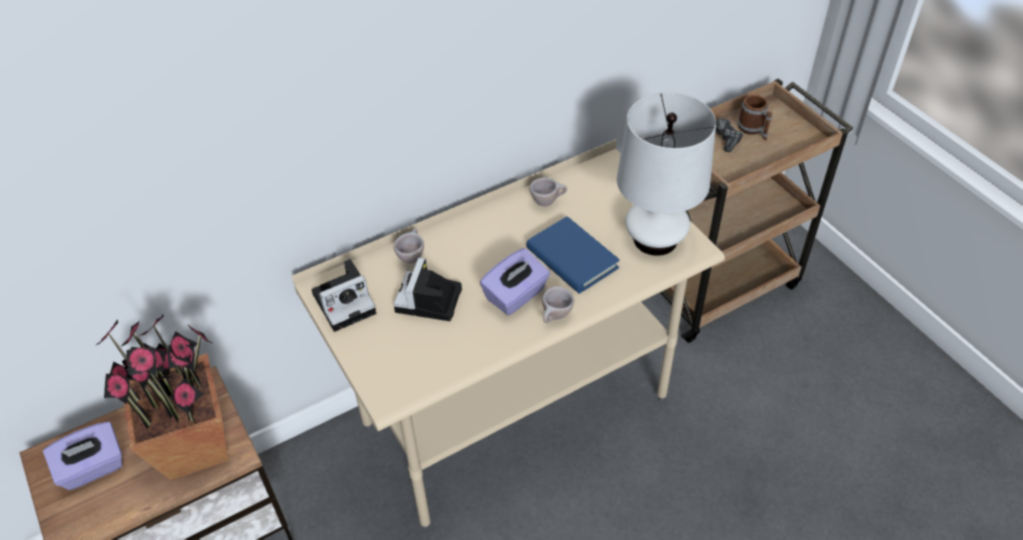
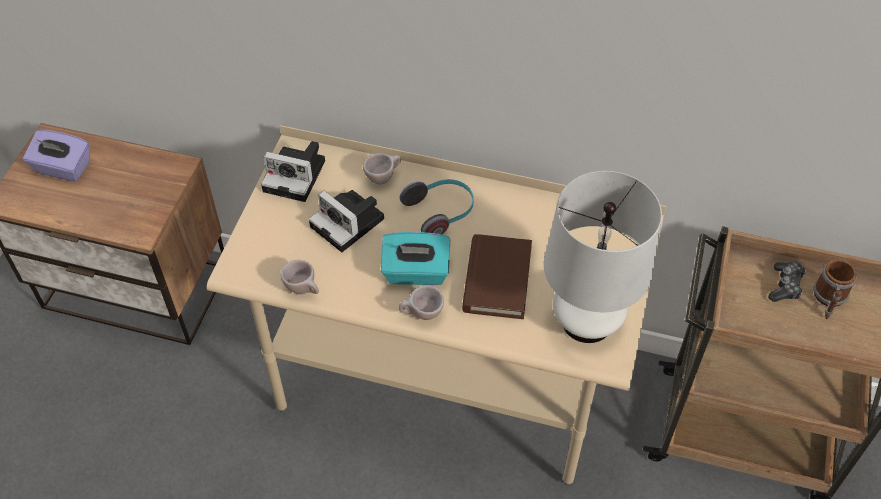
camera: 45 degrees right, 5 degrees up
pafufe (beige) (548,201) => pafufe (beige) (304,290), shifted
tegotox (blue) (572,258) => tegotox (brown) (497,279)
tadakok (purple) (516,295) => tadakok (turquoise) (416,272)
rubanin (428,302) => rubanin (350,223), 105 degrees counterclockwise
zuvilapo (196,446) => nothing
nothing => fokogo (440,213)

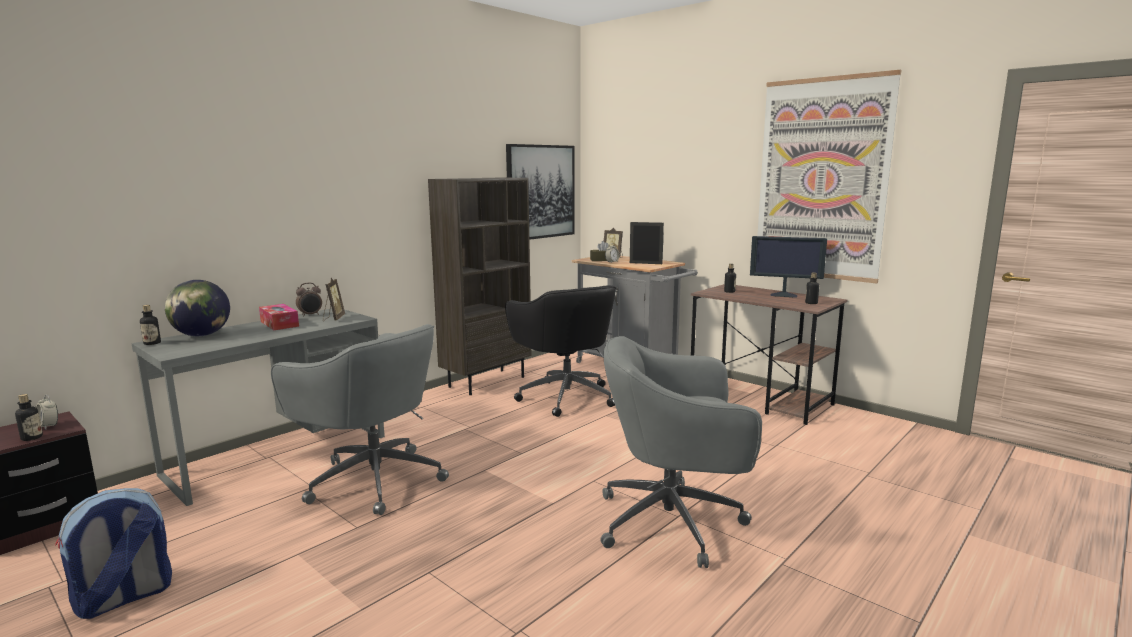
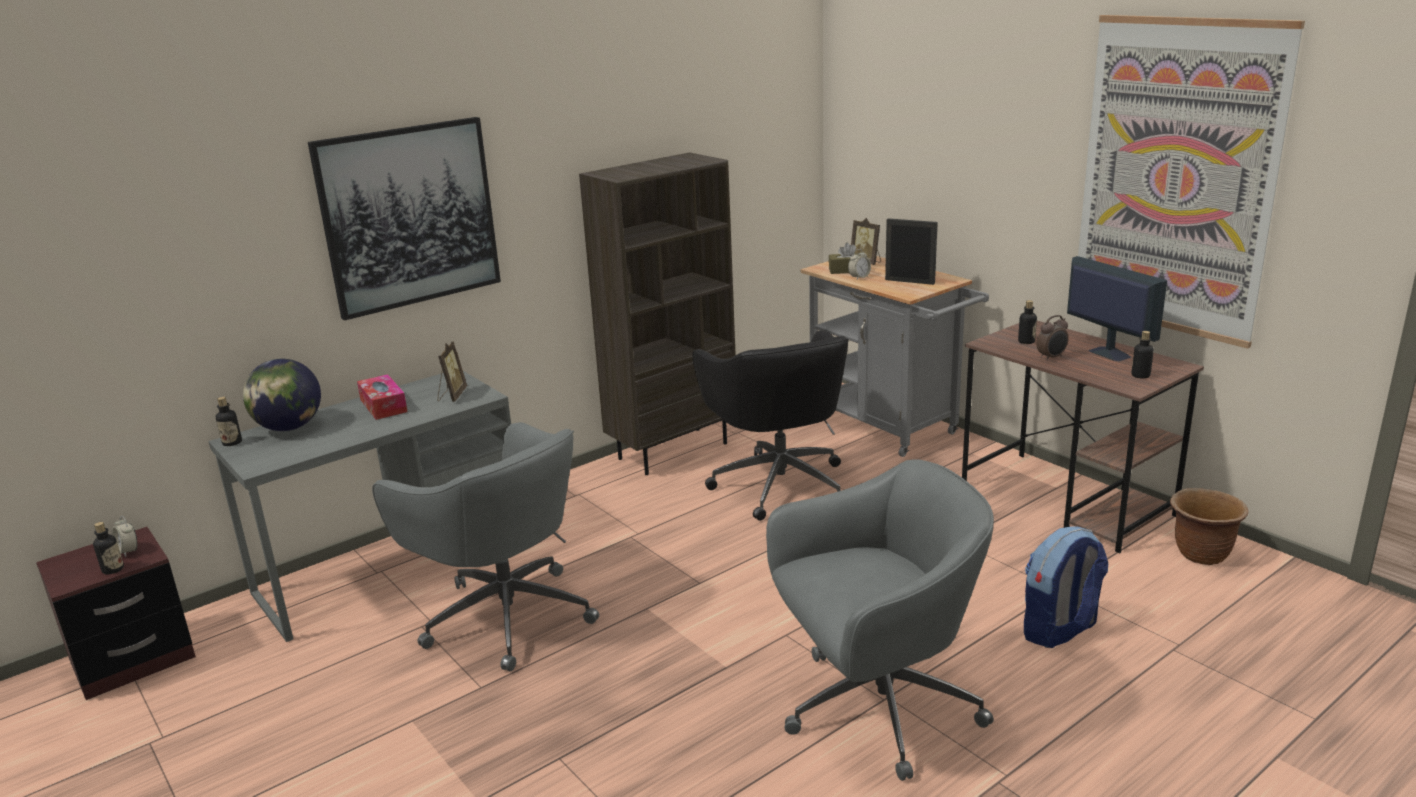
camera: 10 degrees right, 10 degrees up
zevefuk (540,192) => zevefuk (409,216), shifted
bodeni (784,295) => bodeni (1108,353), 150 degrees counterclockwise
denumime (310,315) => denumime (1051,357), shifted
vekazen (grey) (674,522) => vekazen (grey) (876,708), 150 degrees clockwise
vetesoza (124,598) => vetesoza (1059,631), shifted
nothing => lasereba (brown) (1201,554)

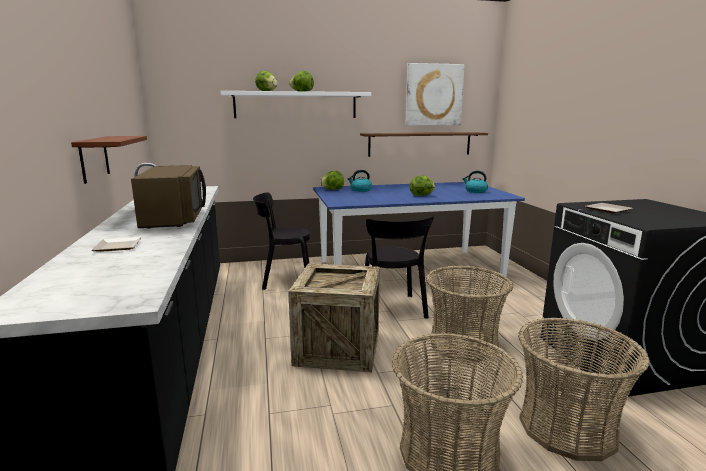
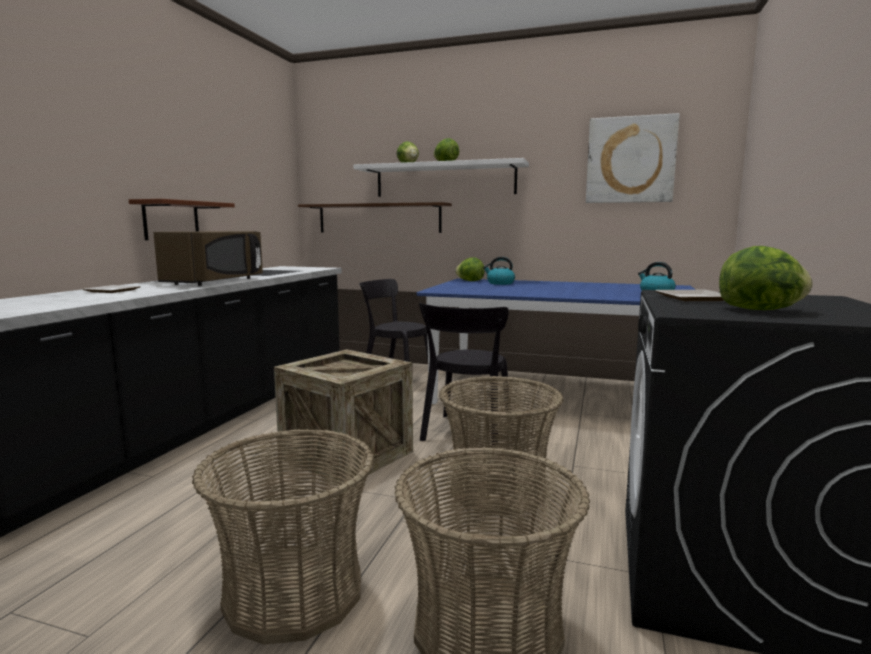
camera: 30 degrees right, 5 degrees down
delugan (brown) (420,144) => delugan (brown) (379,218), shifted
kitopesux (422,195) => kitopesux (760,310), shifted

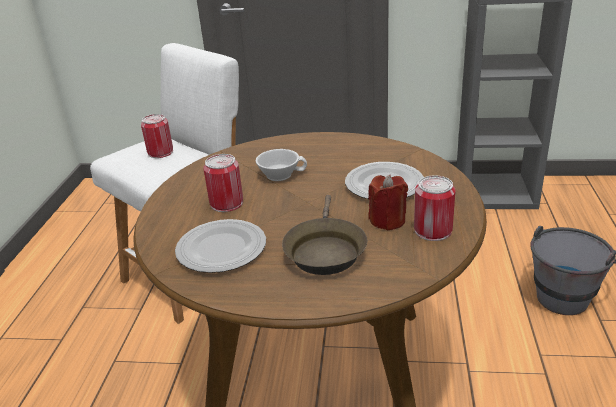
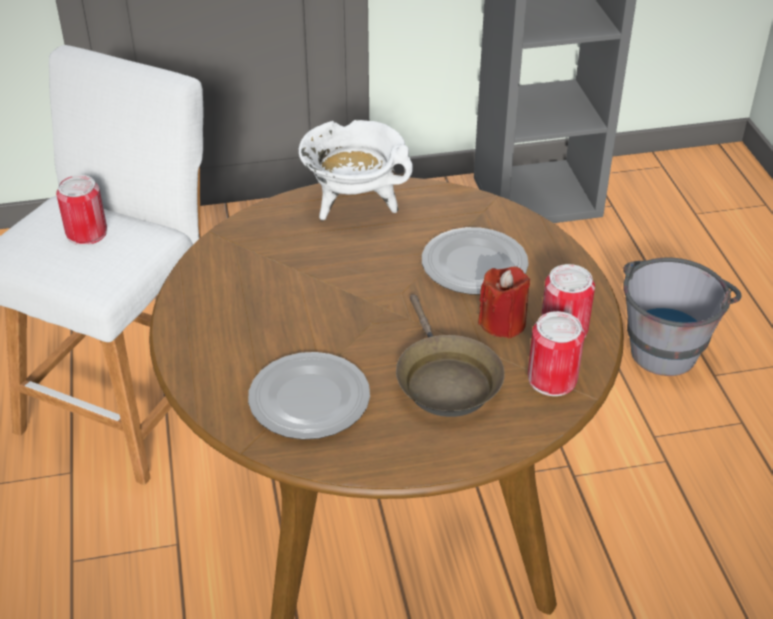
camera: 20 degrees left, 10 degrees up
pafufe (white) (280,174) => nothing
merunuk (226,203) => merunuk (552,379), shifted
nothing => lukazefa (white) (354,205)

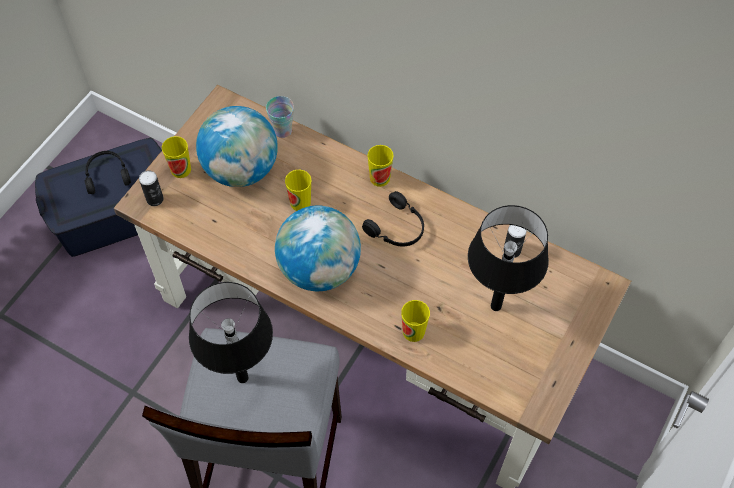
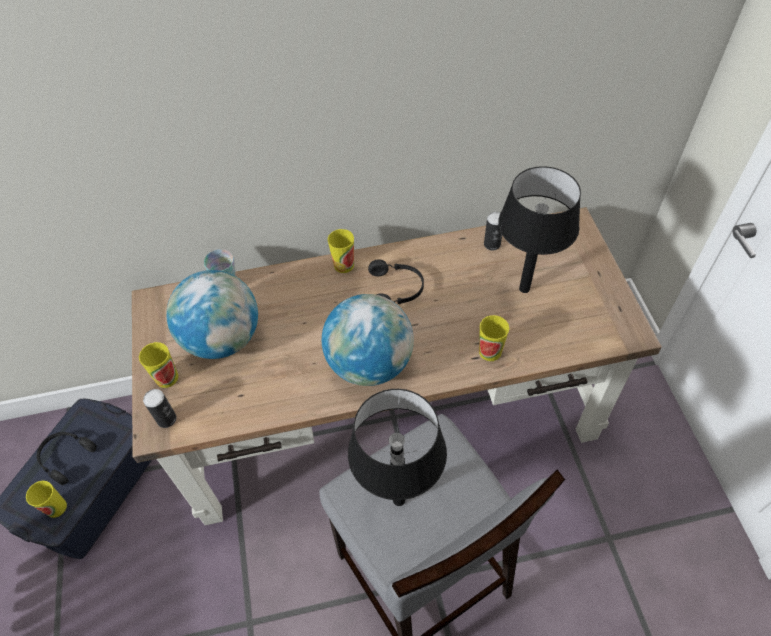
camera: 40 degrees left, 5 degrees down
pafufe (300,202) => pafufe (56,507), shifted

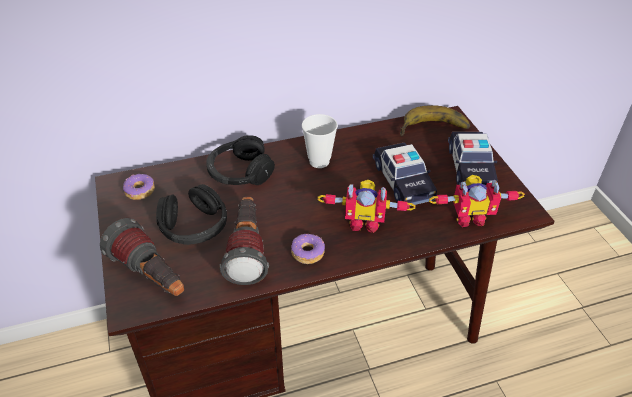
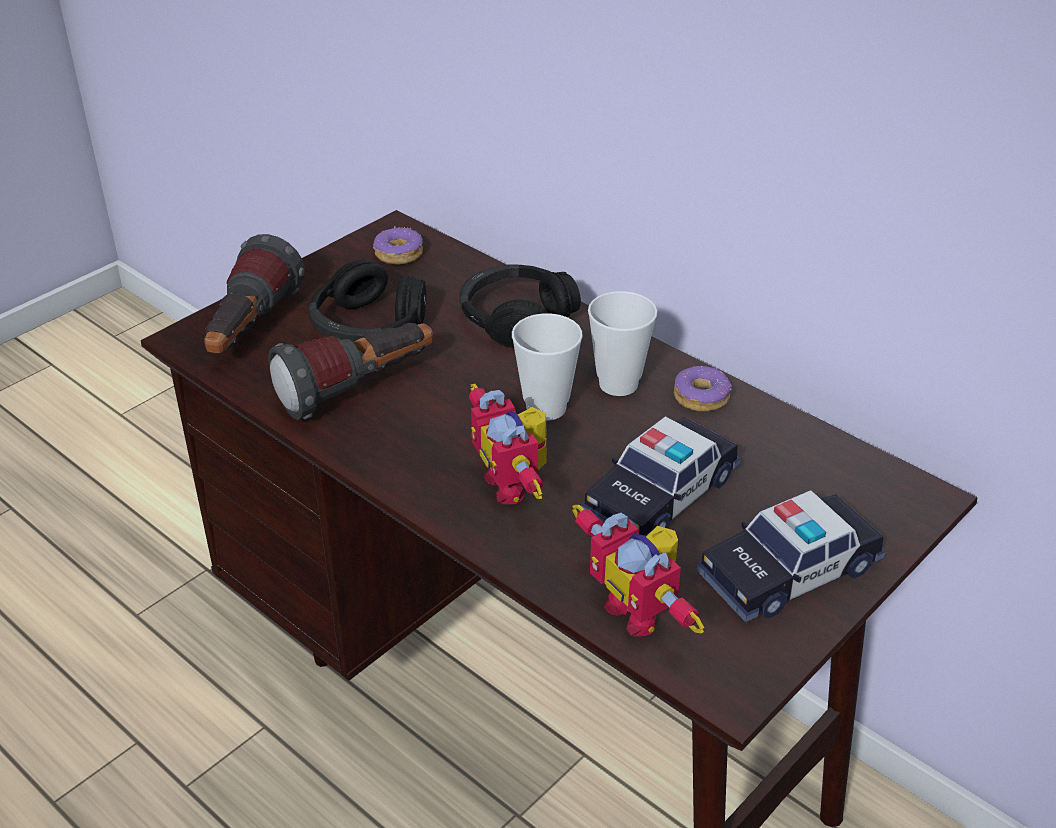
camera: 60 degrees right, 5 degrees down
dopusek (434,130) => nothing
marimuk (307,252) => marimuk (701,397), shifted
nothing => pafufe (546,408)

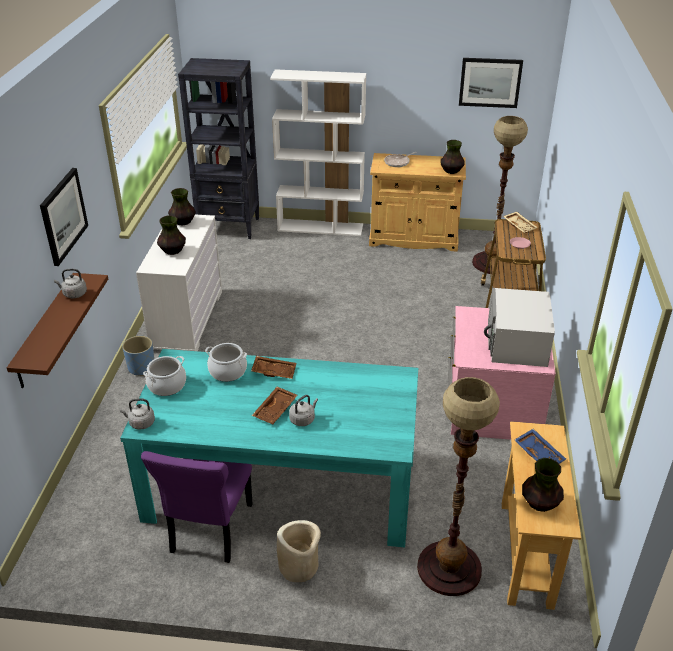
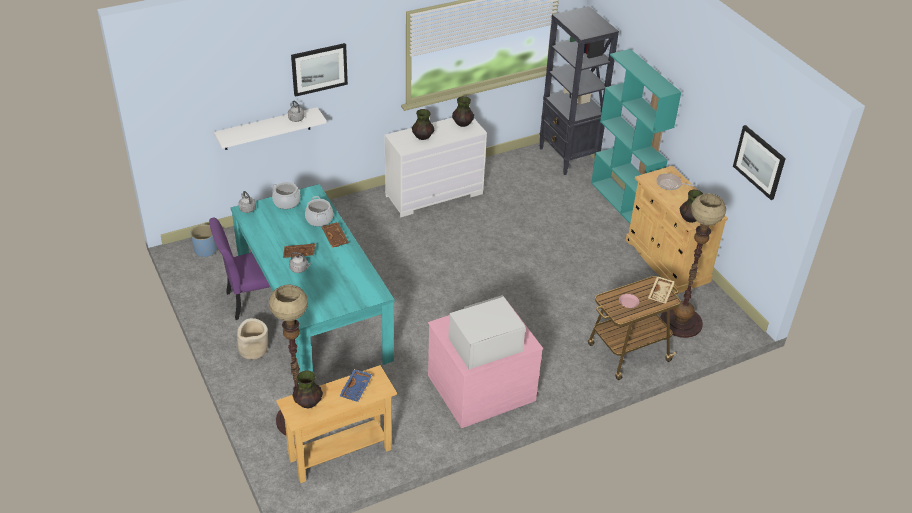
camera: 55 degrees right, 5 degrees up
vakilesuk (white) (321,227) => vakilesuk (turquoise) (623,203)
delugan (brown) (46,331) => delugan (white) (267,129)
lasereba (blue) (141,367) => lasereba (blue) (205,250), shifted

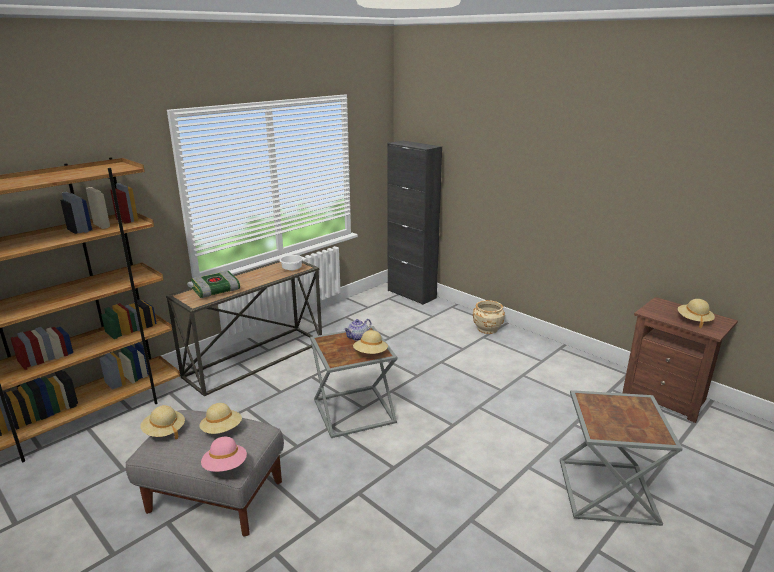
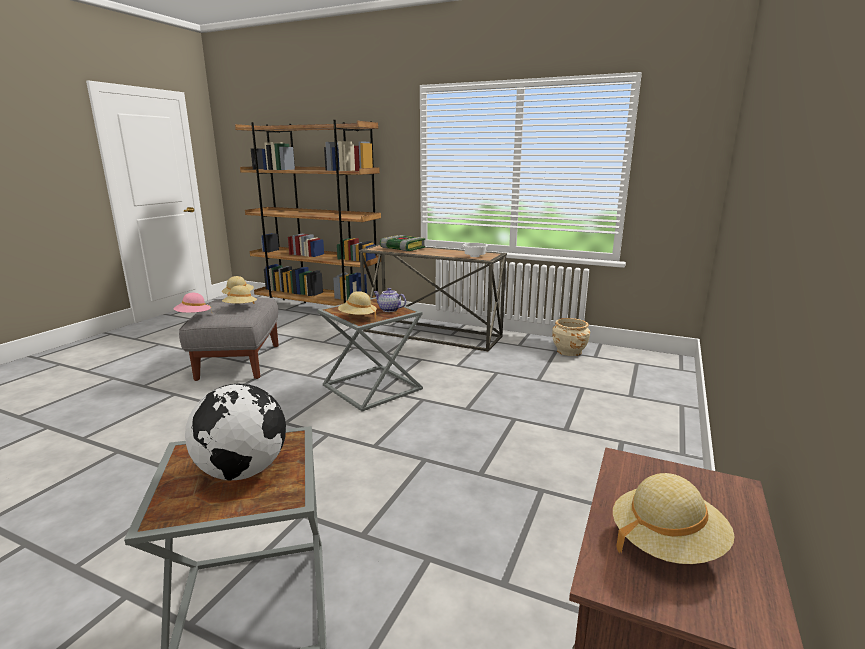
camera: 70 degrees right, 5 degrees down
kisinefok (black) (411,294) => nothing
lasereba (beige) (487,329) => lasereba (beige) (569,351), shifted
nothing => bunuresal (243,471)

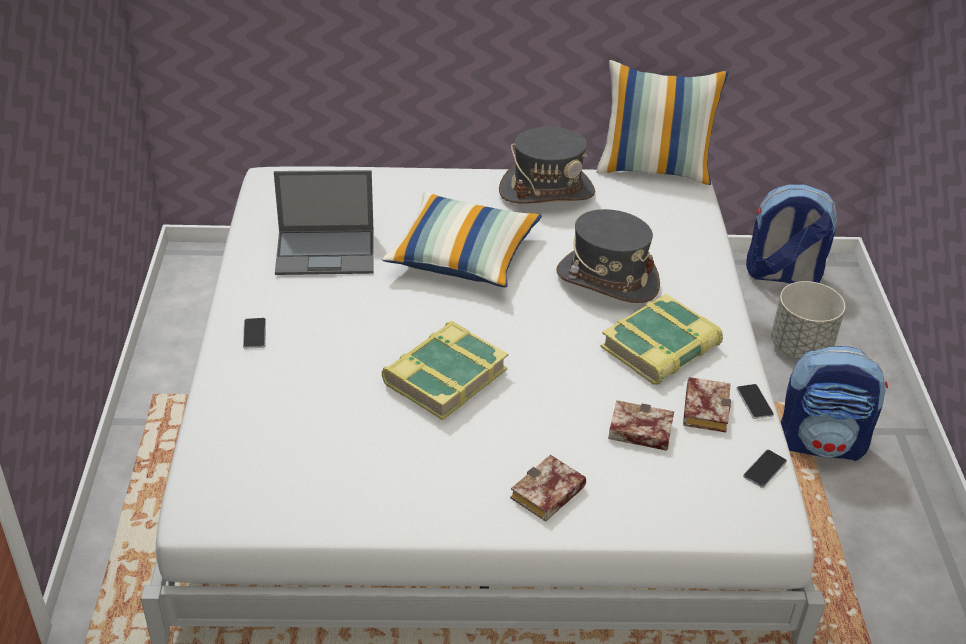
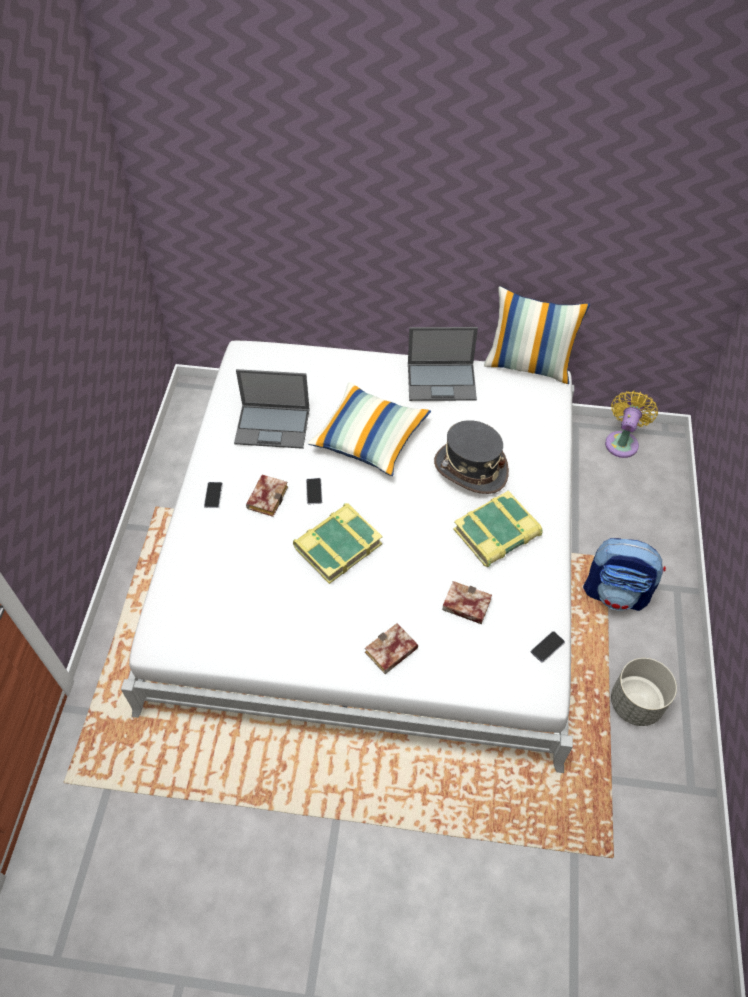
camera: 10 degrees right, 15 degrees up
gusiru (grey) (547,191) => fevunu (442,381)
vetesoza (782,275) => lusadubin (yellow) (622,441)
lasereba (grey) (801,347) => lasereba (grey) (636,703), shifted
tegotox (703,407) => tegotox (267,496), shifted
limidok (754,402) => limidok (314,491), shifted

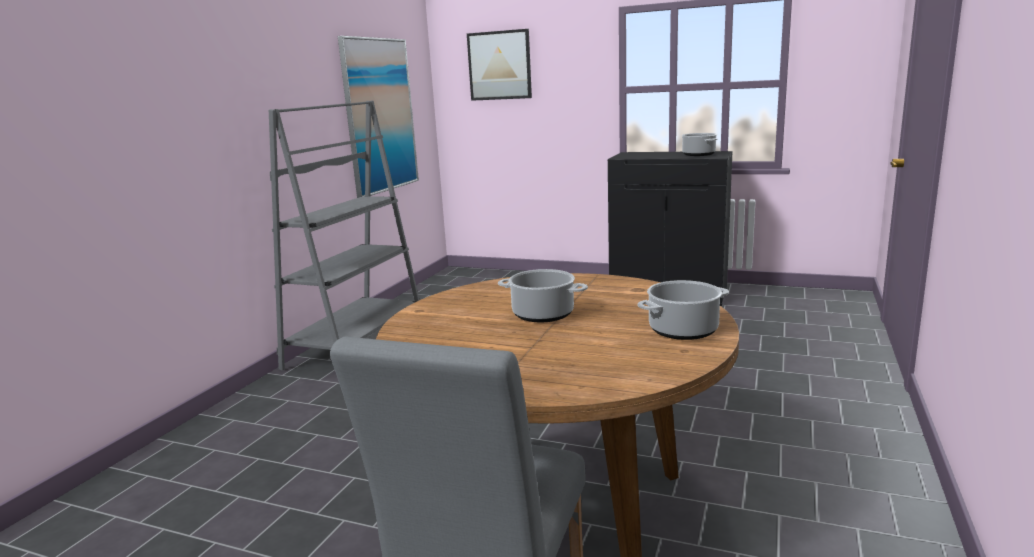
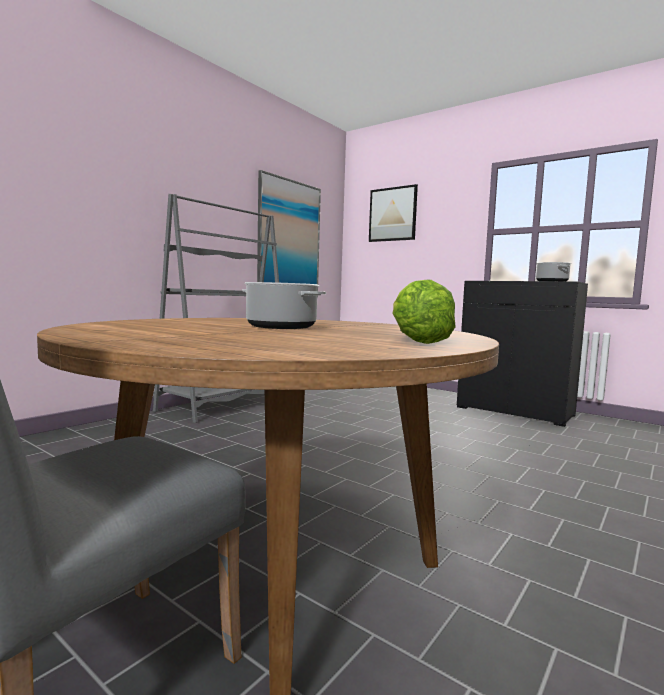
camera: 15 degrees right, 10 degrees down
lukazefa (682,330) => kitopesux (417,341)

